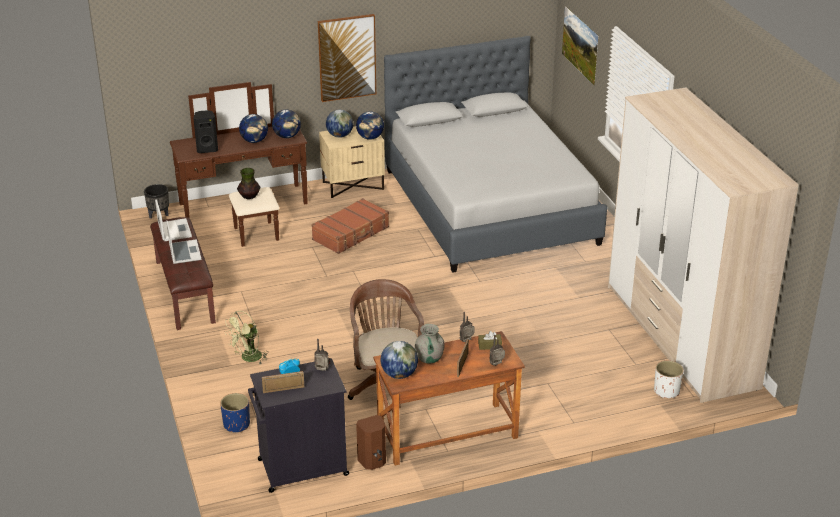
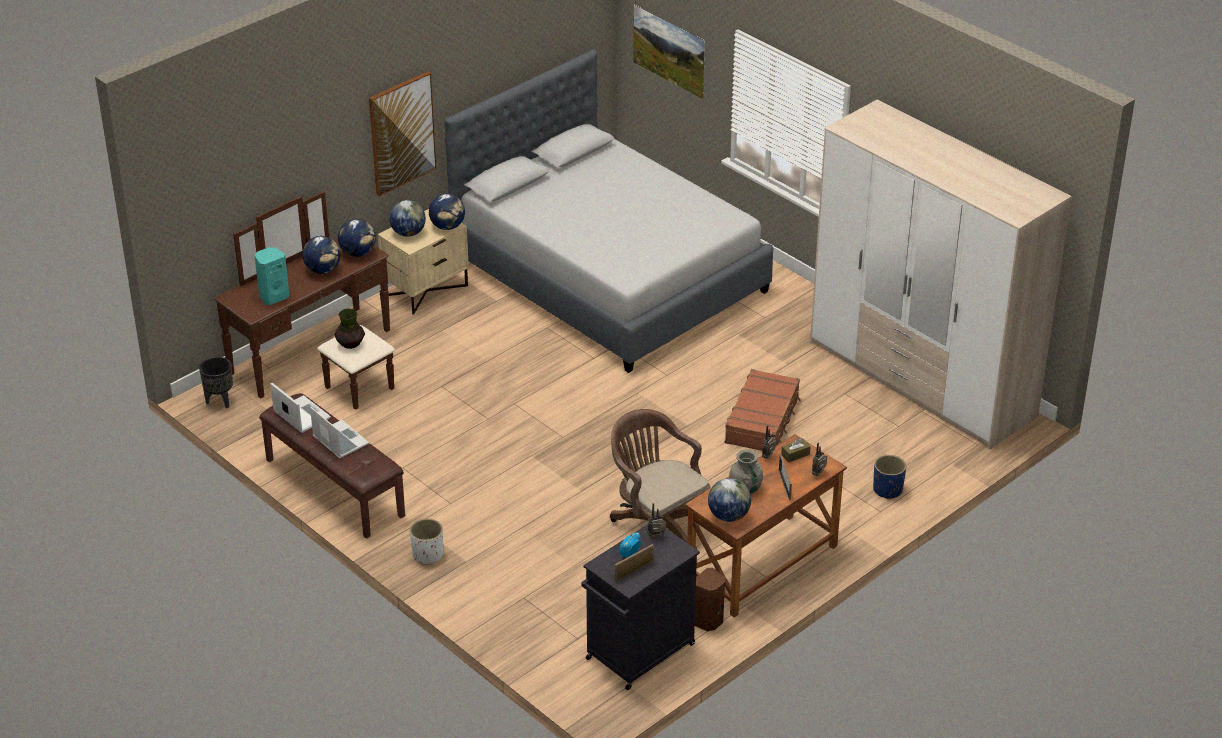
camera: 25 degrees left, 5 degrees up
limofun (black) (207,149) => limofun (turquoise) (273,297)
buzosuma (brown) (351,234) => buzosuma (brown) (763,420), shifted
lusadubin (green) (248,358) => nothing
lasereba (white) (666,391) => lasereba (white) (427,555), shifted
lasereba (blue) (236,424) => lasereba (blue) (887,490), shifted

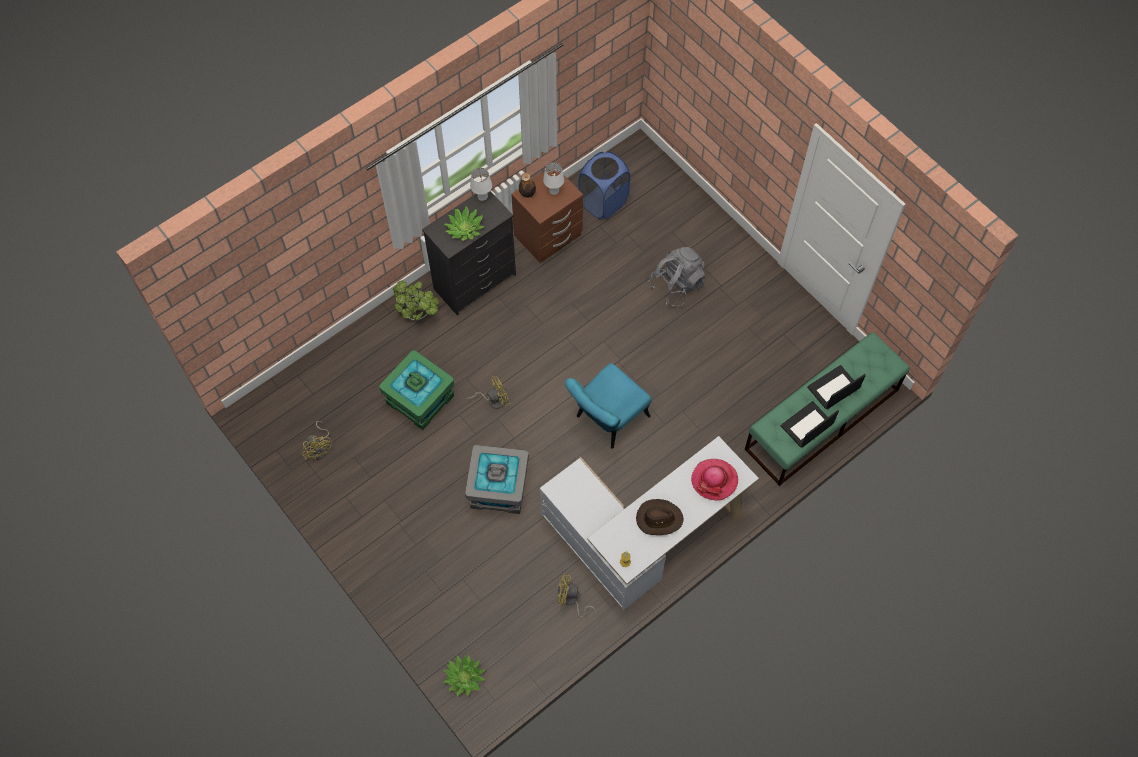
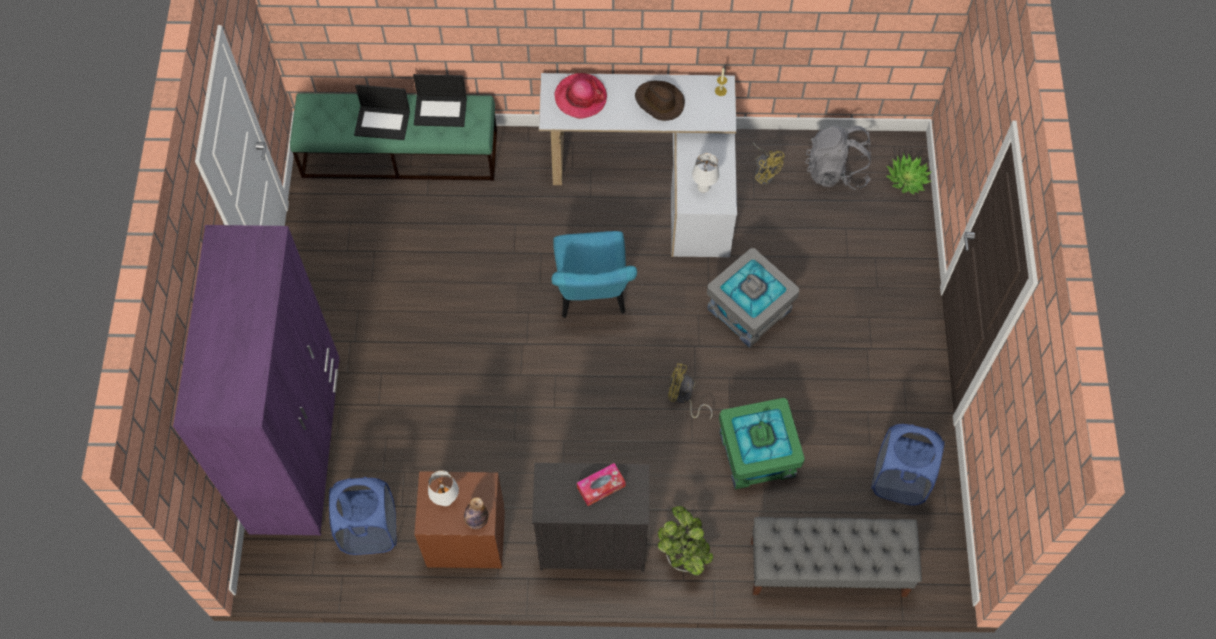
camera: 140 degrees left, 0 degrees up
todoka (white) (482,197) => todoka (white) (704,187), shifted
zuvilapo (464,228) => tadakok (601,487)
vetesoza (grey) (676,285) => vetesoza (grey) (836,171), shifted
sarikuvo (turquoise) (606,421) => sarikuvo (turquoise) (592,296), 90 degrees clockwise
lusadubin (yellow) (320,448) => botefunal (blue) (899,480)
nothing => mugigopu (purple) (296,444)
nothing => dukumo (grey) (827,568)

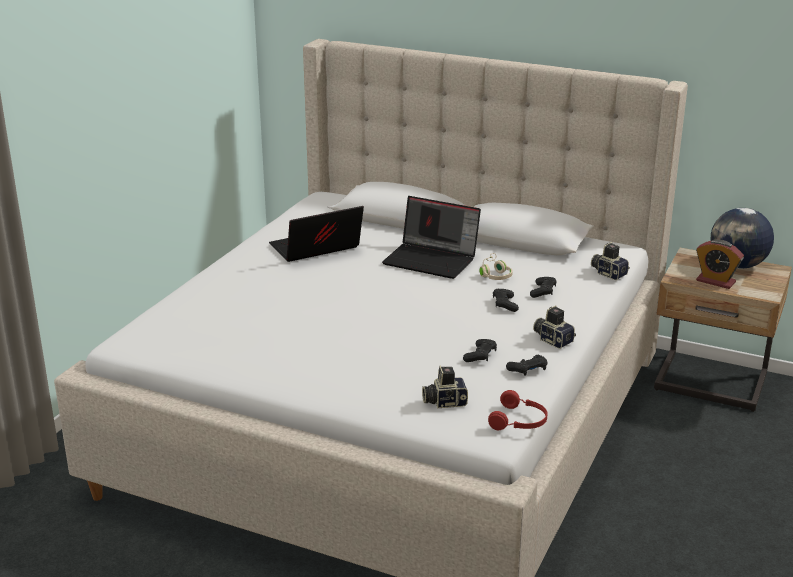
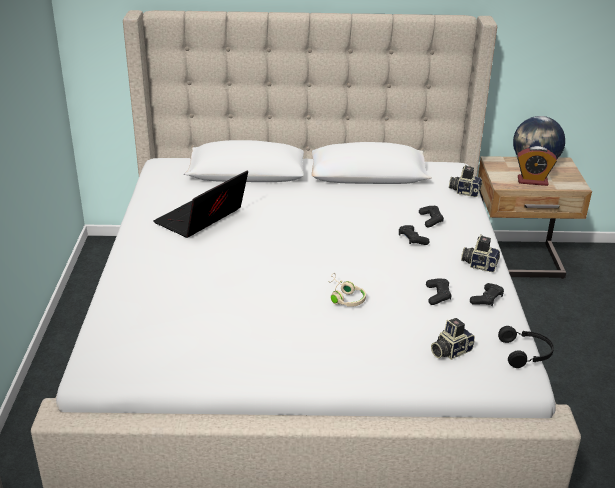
camera: 25 degrees left, 5 degrees up
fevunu (432,260) => nothing
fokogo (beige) (494,274) => fokogo (beige) (344,297), shifted
fokogo (red) (519,421) => fokogo (black) (526,353)

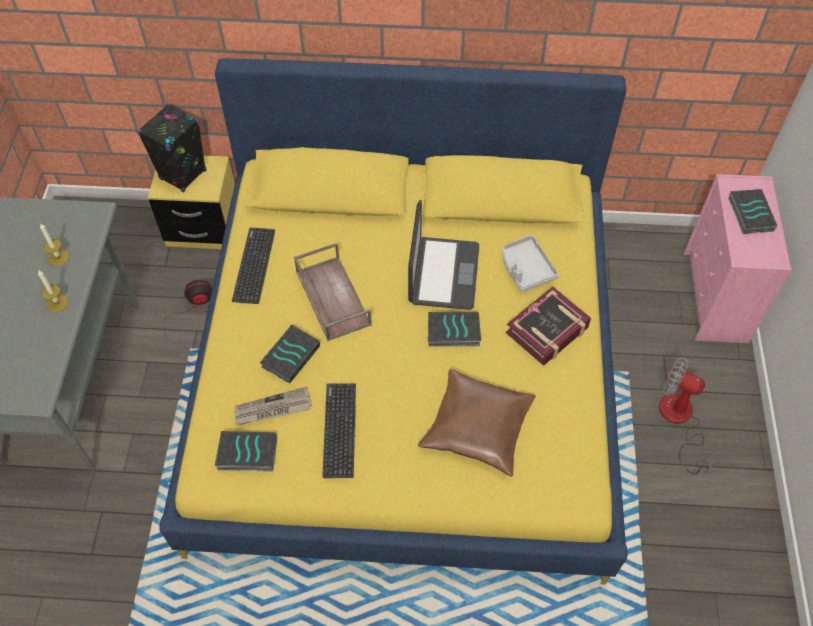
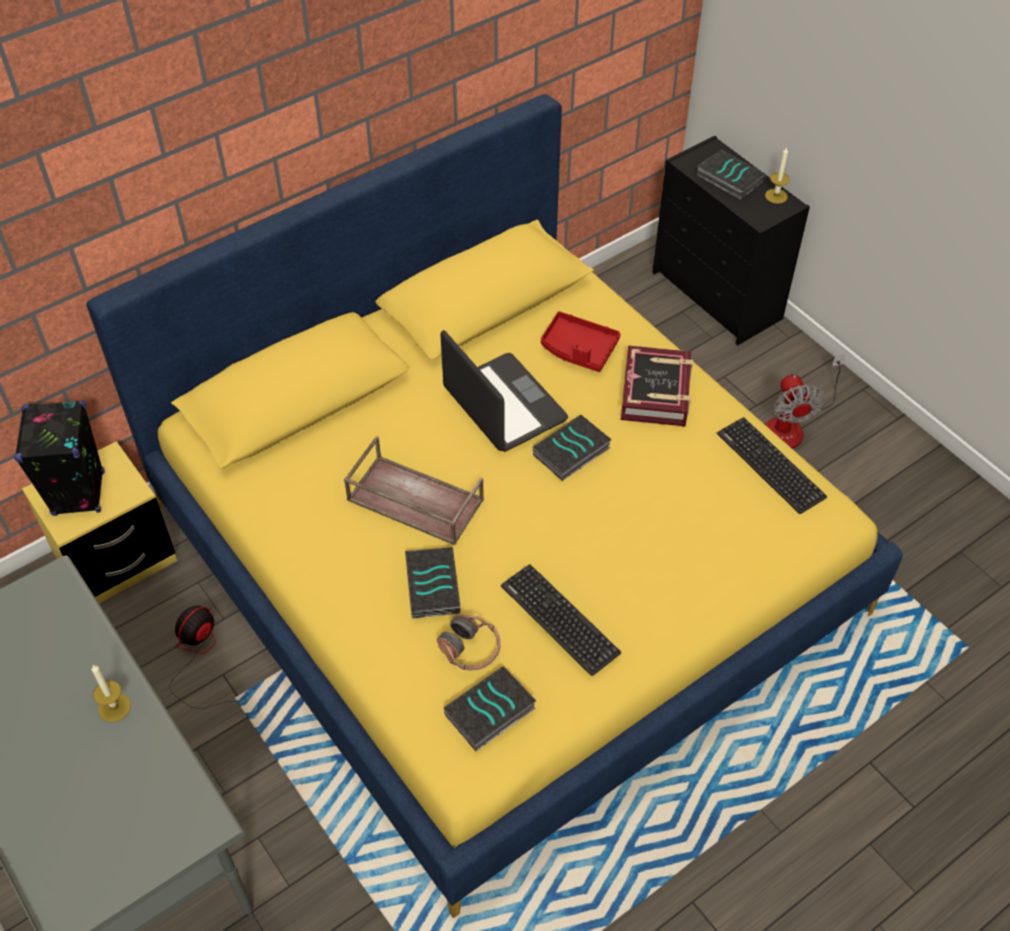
camera: 40 degrees left, 5 degrees down
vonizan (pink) (715,297) => vonizan (black) (718,296)
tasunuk (58,258) => tasunuk (776,196), shifted
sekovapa (254,265) => sekovapa (770,465), shifted
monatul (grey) (526,269) => monatul (red) (578,349)
lusadubin (679,420) => lusadubin (792,425), 90 degrees counterclockwise
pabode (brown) (478,427) => nothing
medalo (273,409) => fokogo (470,649)

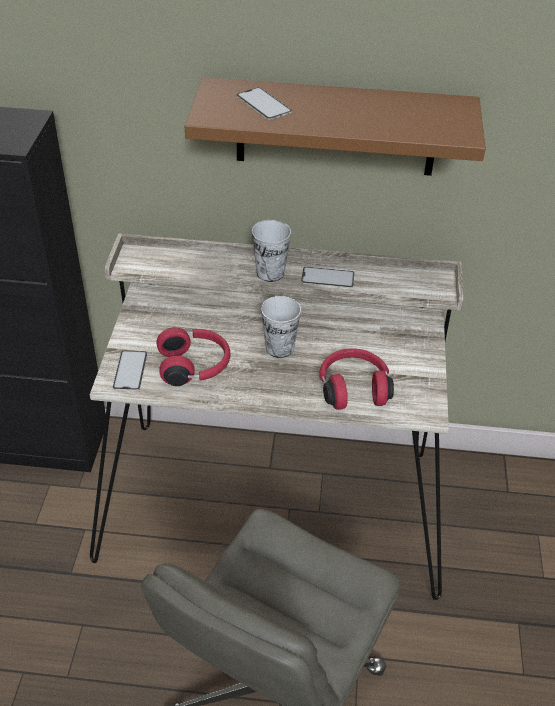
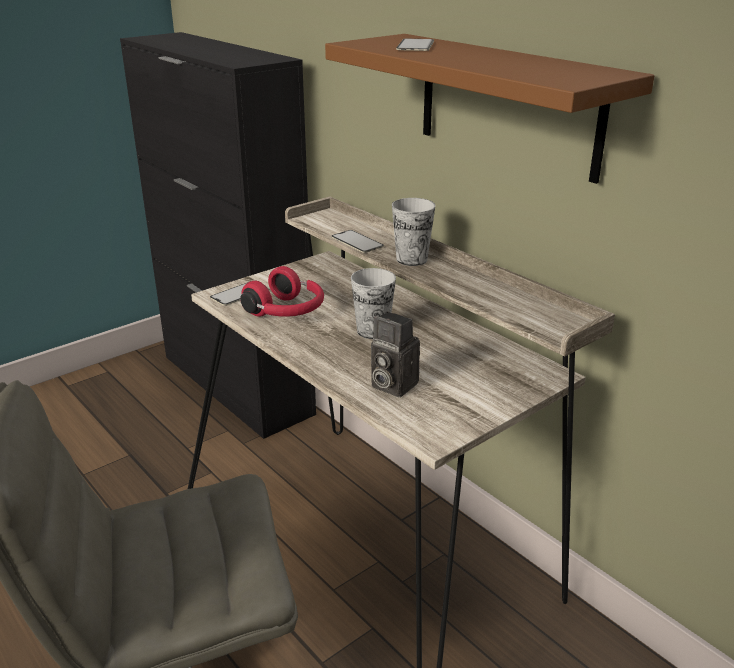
camera: 45 degrees right, 15 degrees down
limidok (327,278) => limidok (357,242), shifted
fokogo (red) (353,388) => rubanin (391,385)

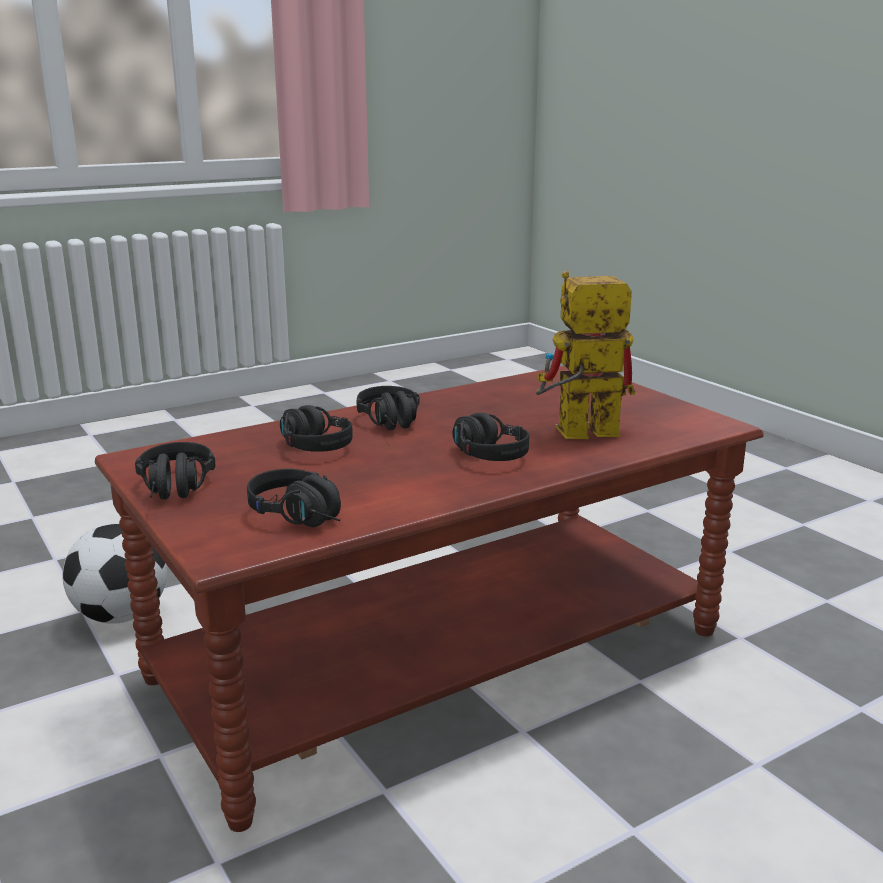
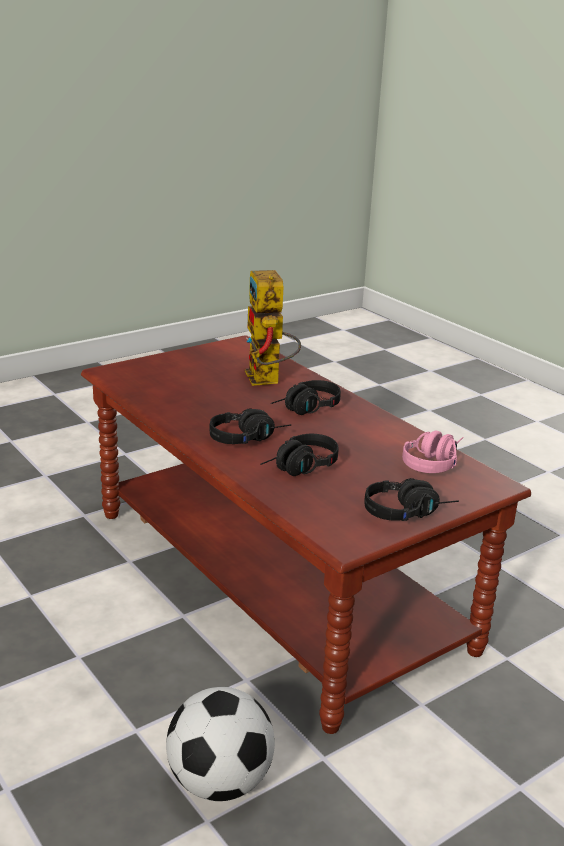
camera: 95 degrees left, 5 degrees up
fokogo (black) (305,517) => fokogo (pink) (434,462)

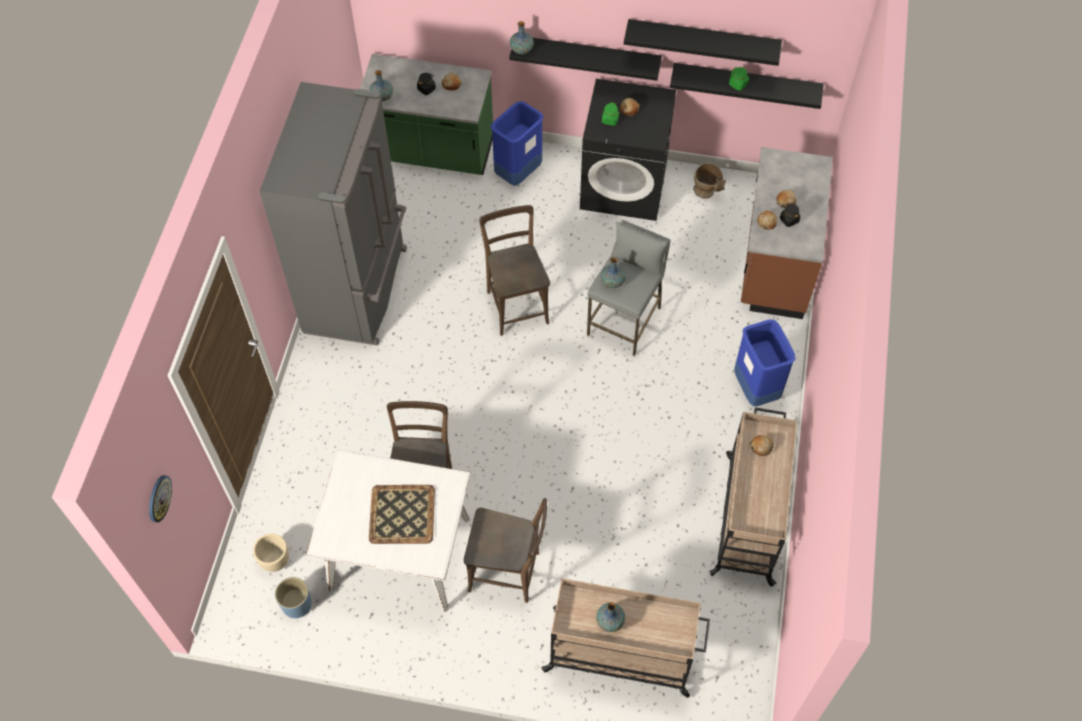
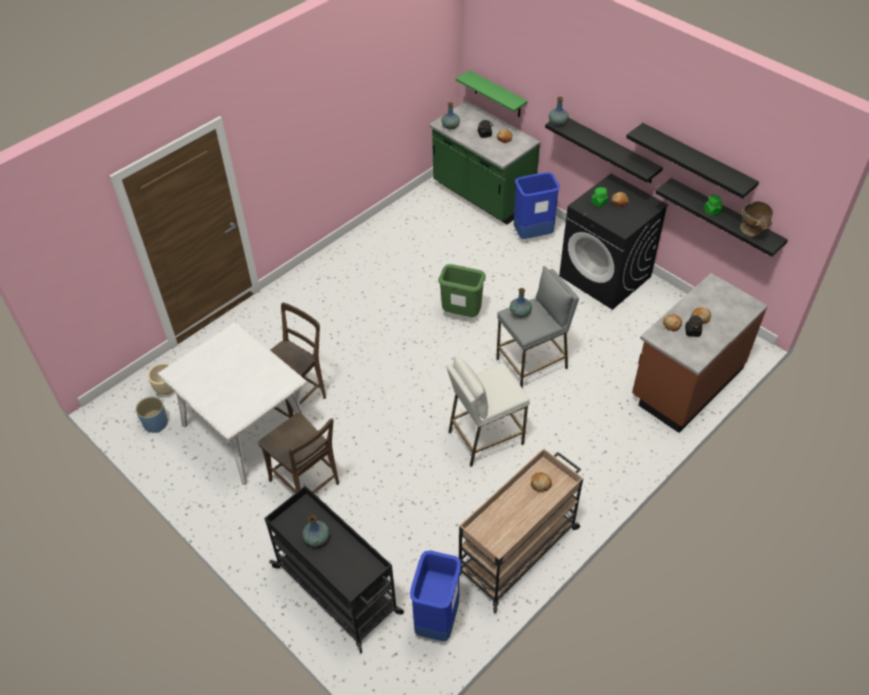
camera: 35 degrees right, 10 degrees down
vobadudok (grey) (359,290) => nothing
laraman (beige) (707,192) => laraman (beige) (752,233), shifted
sarikuvo (brown) (516,304) => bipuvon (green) (462,314)
bipuvon (blue) (756,389) => bipuvon (blue) (437,620), shifted
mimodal (158,498) => nothing
monatul (401,514) => nothing
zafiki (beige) (622,655) => zafiki (black) (338,591)
nothing => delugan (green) (497,94)
nothing => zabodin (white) (485,438)

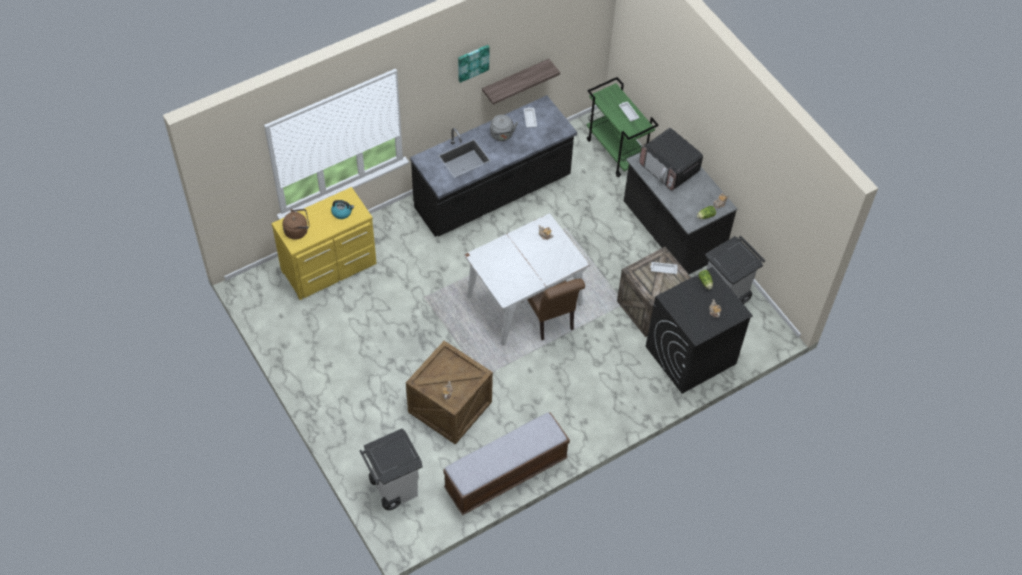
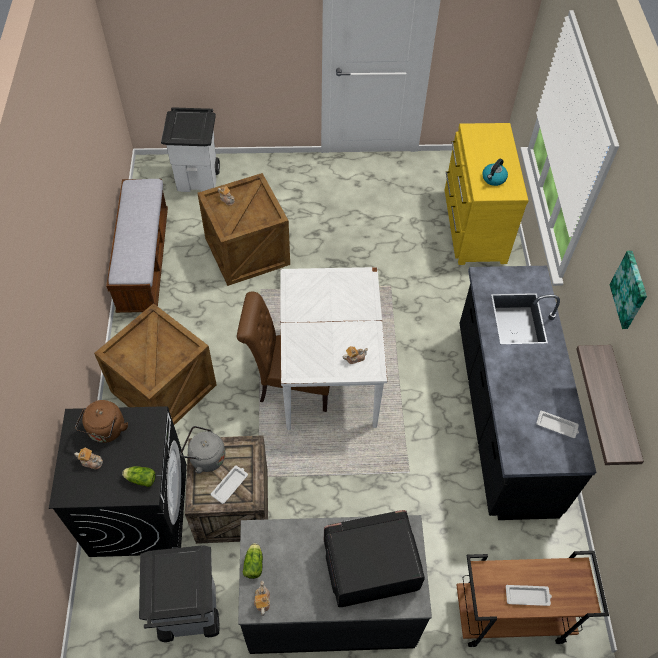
camera: 120 degrees right, 0 degrees up
zafiki (green) (617,152) => zafiki (brown) (509,616)
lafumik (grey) (502,135) => lafumik (grey) (205,457), shifted
lafumik (brown) (298,231) => lafumik (brown) (106,431), shifted
nothing => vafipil (164,387)

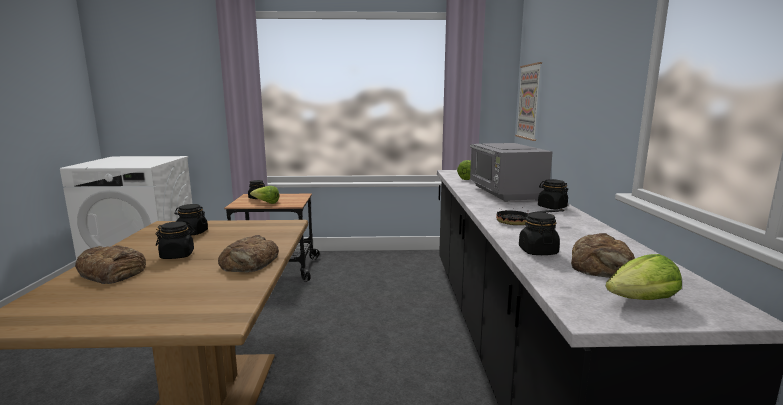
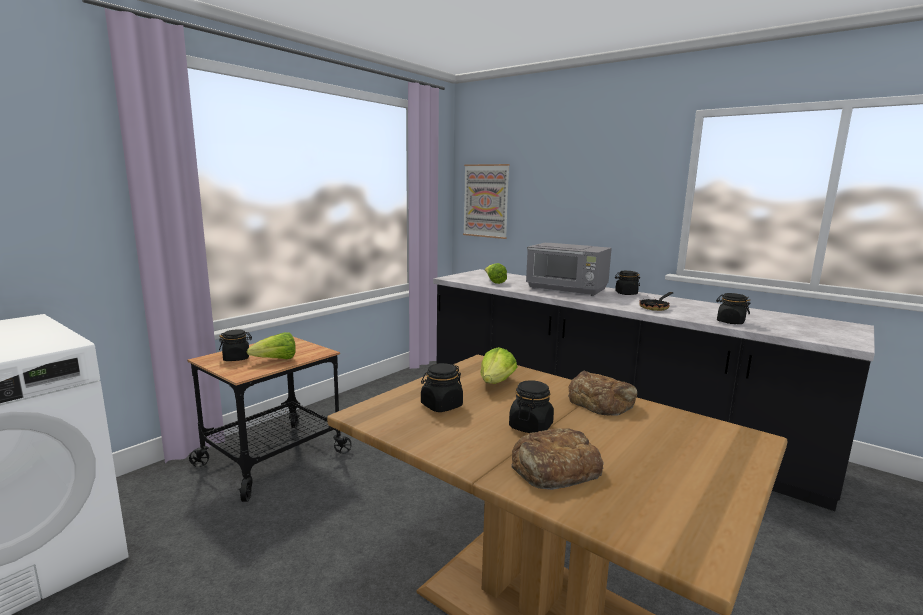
camera: 50 degrees left, 0 degrees up
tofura (602,266) => nothing
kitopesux (641,301) => kitopesux (496,383), shifted

